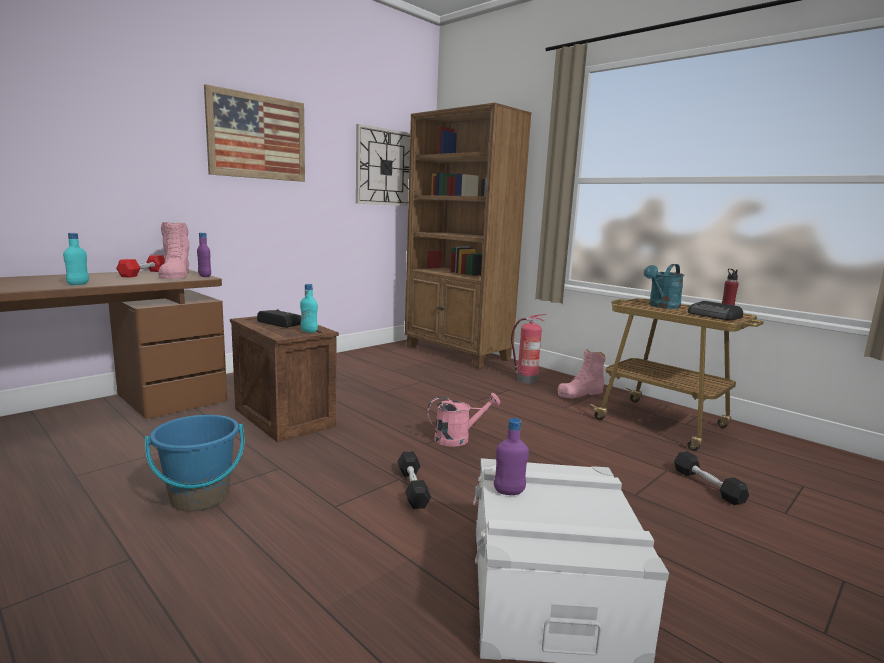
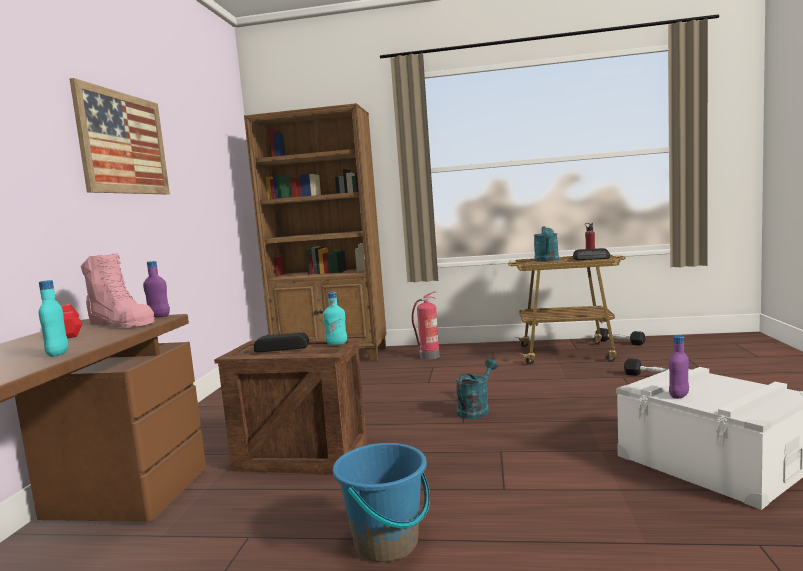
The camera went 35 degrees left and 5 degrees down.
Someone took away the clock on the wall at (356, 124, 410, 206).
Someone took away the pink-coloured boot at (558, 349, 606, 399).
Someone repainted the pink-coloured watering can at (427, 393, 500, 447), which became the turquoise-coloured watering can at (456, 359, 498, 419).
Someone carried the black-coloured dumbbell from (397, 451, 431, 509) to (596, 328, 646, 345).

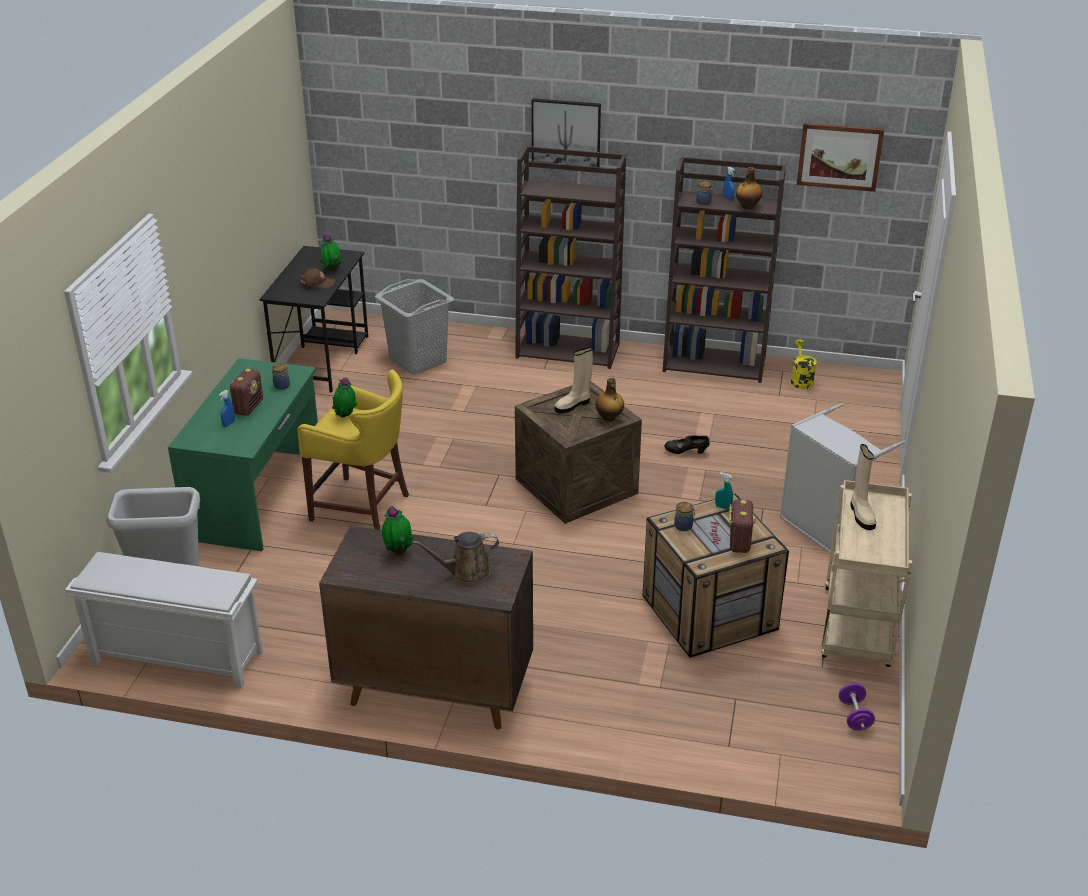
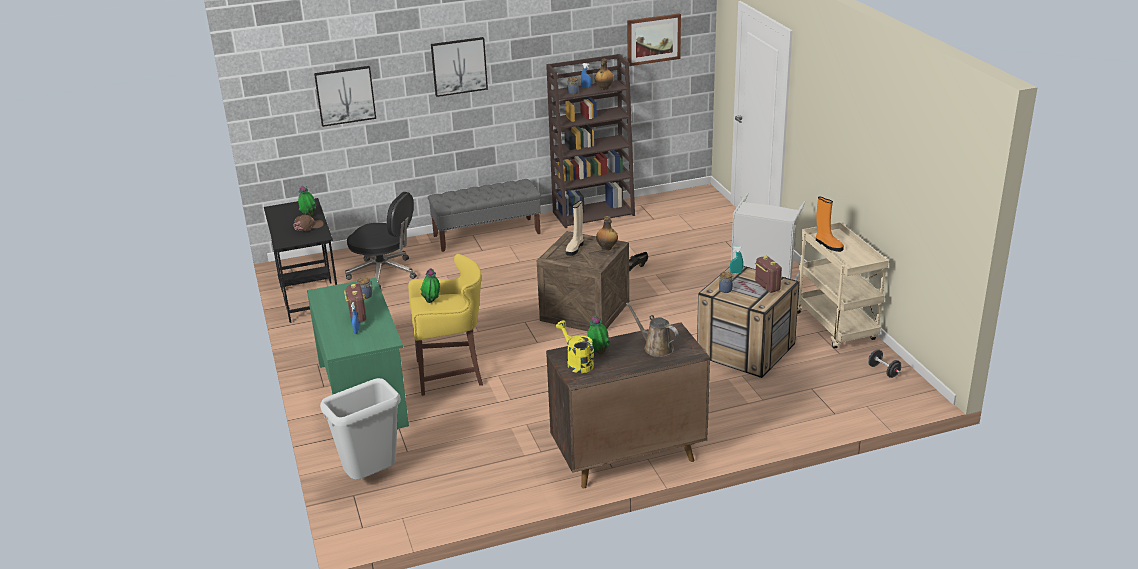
The camera went 30 degrees left and 5 degrees down.
Someone swapped the brown-coloured bookcase at (515, 146, 626, 369) for the grey bench at (428, 179, 541, 252).
Someone swapped the grey laundry basket at (375, 279, 454, 375) for the black-coloured computer chair at (345, 192, 417, 289).
Someone carried the yellow-coloured watering can from (791, 340, 817, 389) to (556, 320, 594, 373).
Someone repainted the sand-coloured boot at (850, 444, 876, 530), which became the orange-coloured boot at (816, 197, 844, 252).
Someone rotated the brown-coloured watering can at (413, 532, 499, 583) by 90 degrees clockwise.
Someone took away the white shoe rack at (65, 552, 263, 689).
Someone repainted the purple dumbbell at (839, 683, 875, 730), which became the black-coloured dumbbell at (868, 349, 901, 378).
Someone put up the picture at (314, 66, 376, 127).

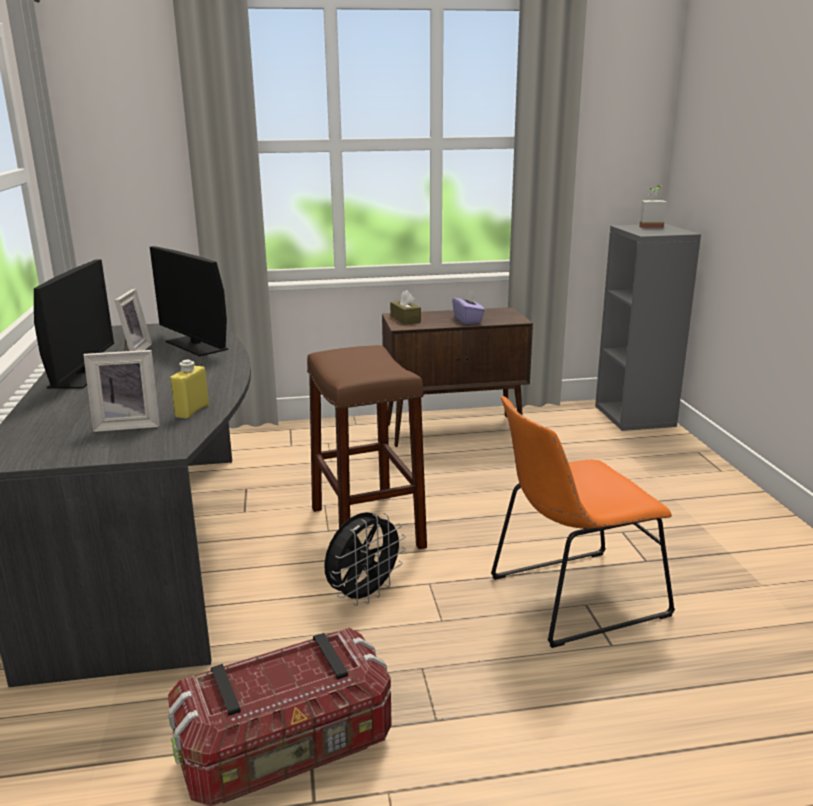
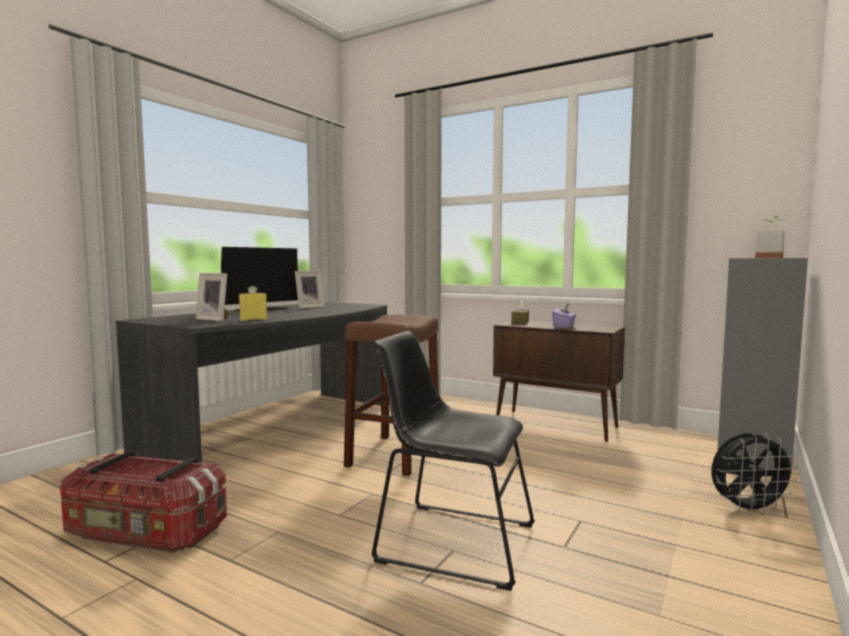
The camera went 40 degrees right and 15 degrees down.
Someone took away the computer display at (150, 246, 228, 356).
Someone repainted the orange-coloured plain chair at (491, 396, 675, 648), which became the black-coloured plain chair at (371, 331, 535, 591).
Someone carried the black-coloured fan from (324, 512, 406, 606) to (711, 433, 798, 516).

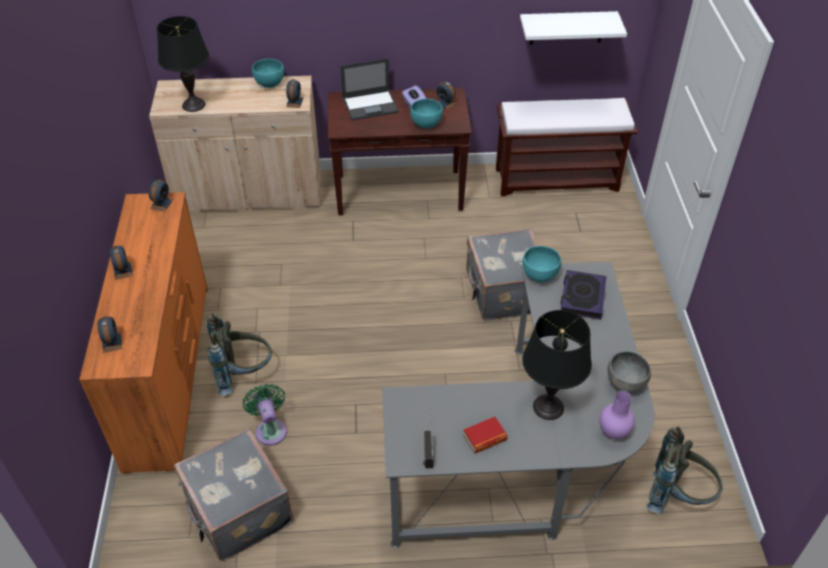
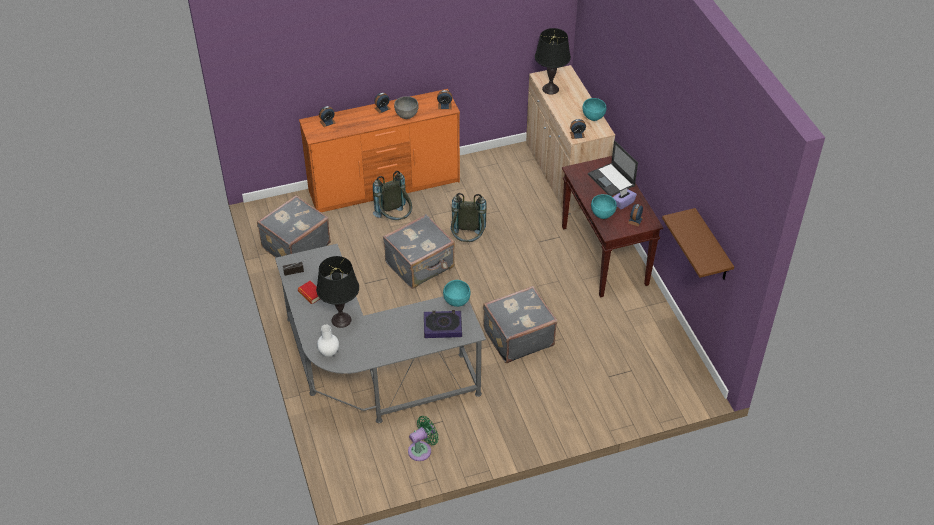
The camera went 75 degrees right and 0 degrees up.
Someone repainted the white bracket shelf at (520, 11, 627, 45), which became the brown-coloured bracket shelf at (662, 208, 734, 280).
Someone took away the brown-coloured bench at (496, 98, 638, 196).
Someone carried the grey deep dish from (608, 351, 651, 394) to (394, 96, 419, 119).
Someone carried the green-coloured fan from (243, 384, 287, 446) to (408, 416, 439, 461).
Someone repainted the purple vase at (600, 391, 635, 439), which became the white vase at (317, 325, 339, 357).
Someone carried the grey backpack from (647, 426, 722, 513) to (450, 193, 486, 242).
Someone put down the grey piece of luggage at (383, 214, 455, 289).

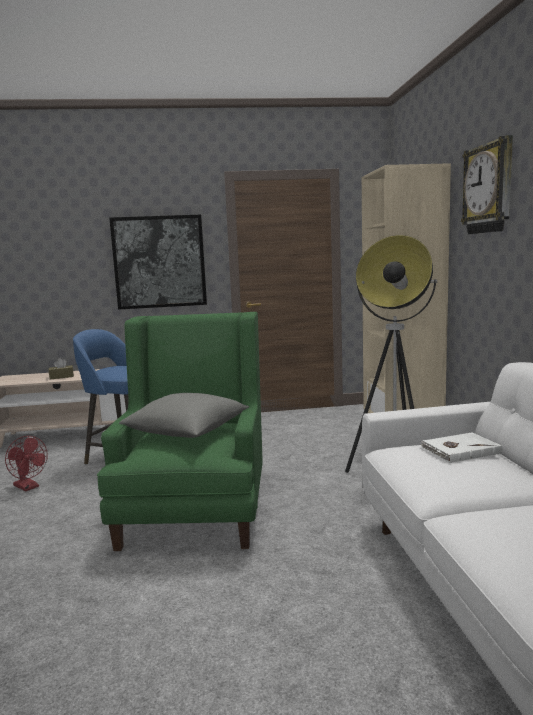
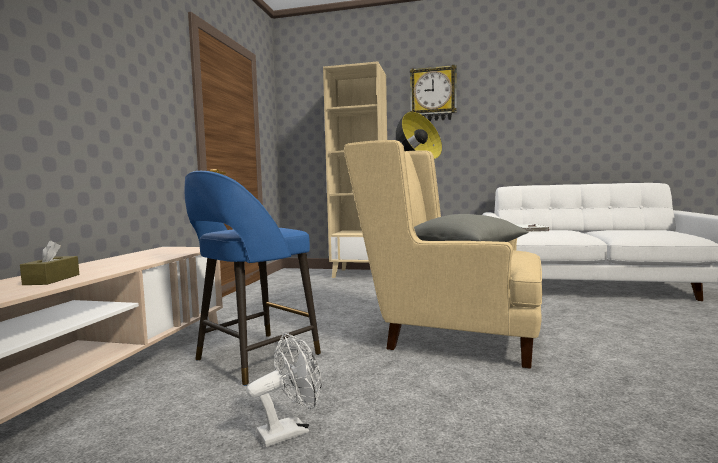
The camera went 70 degrees left and 5 degrees down.
Someone took away the picture at (109, 214, 207, 310).
Someone repainted the green-coloured lounge chair at (97, 312, 263, 551), which became the sand-coloured lounge chair at (344, 140, 542, 369).
Someone repainted the red-coloured fan at (5, 436, 48, 491), which became the white fan at (247, 333, 322, 447).

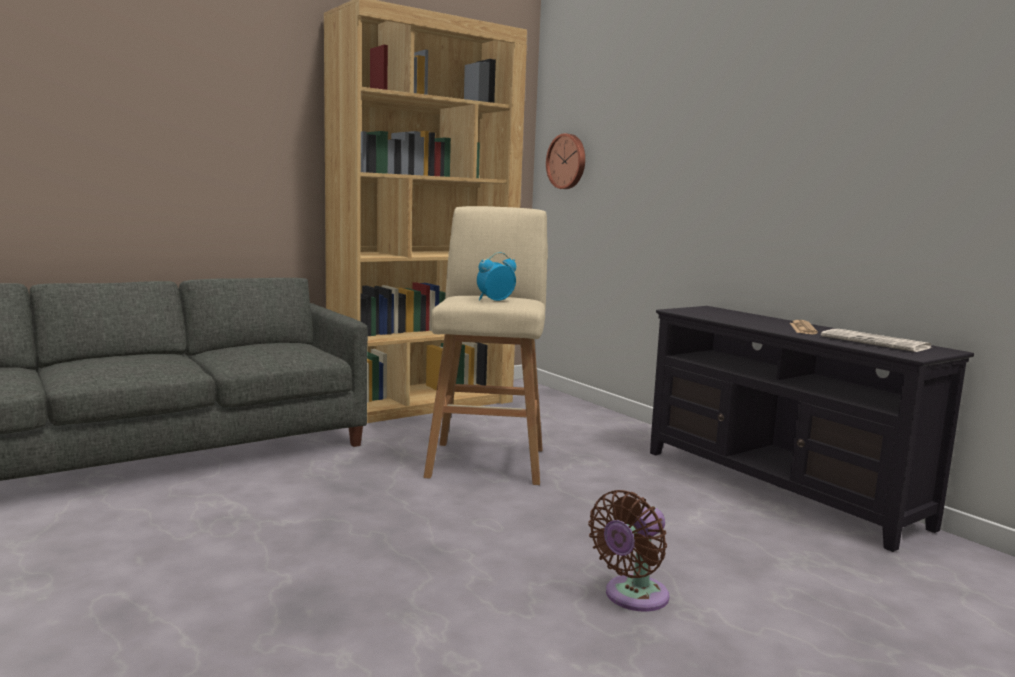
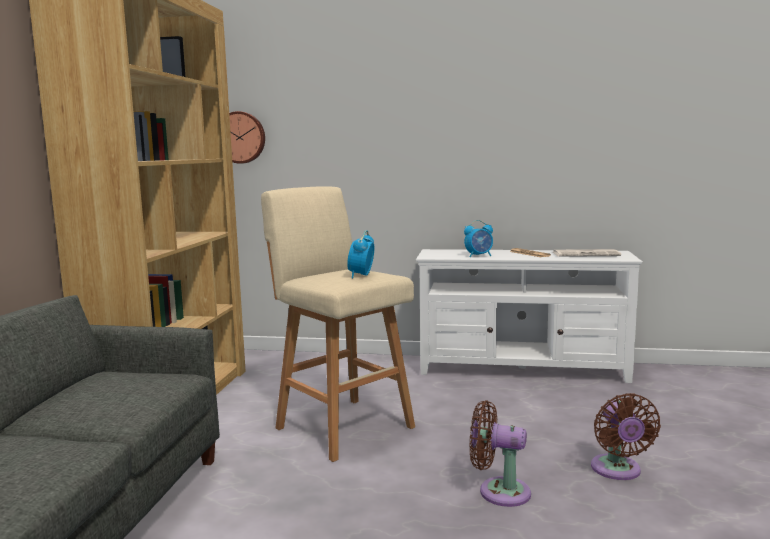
The camera went 45 degrees left and 0 degrees up.
Someone repainted the black-coloured tv stand at (650, 306, 974, 552), which became the white tv stand at (416, 249, 643, 383).
Someone put down the bedside clock at (464, 220, 493, 257).
Someone put down the brown-coloured fan at (470, 400, 531, 507).

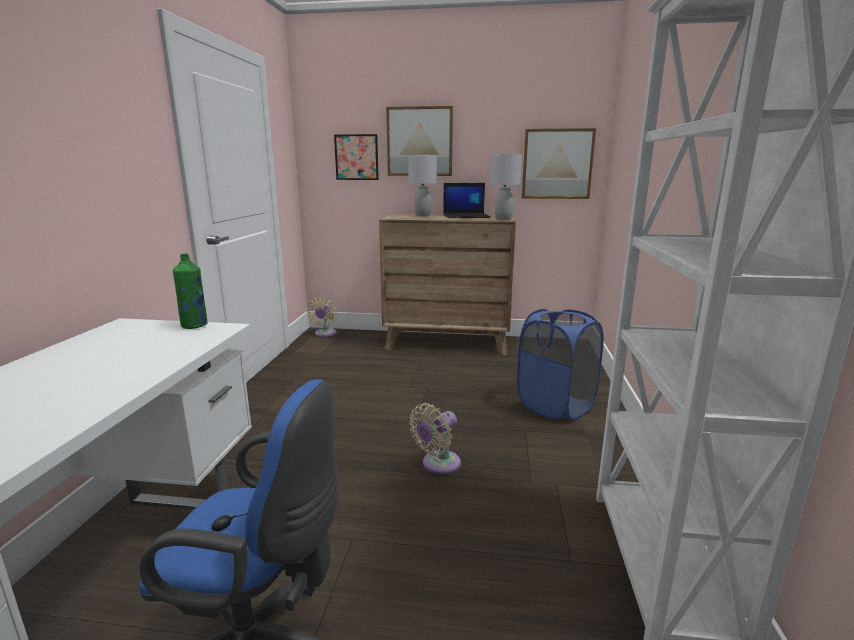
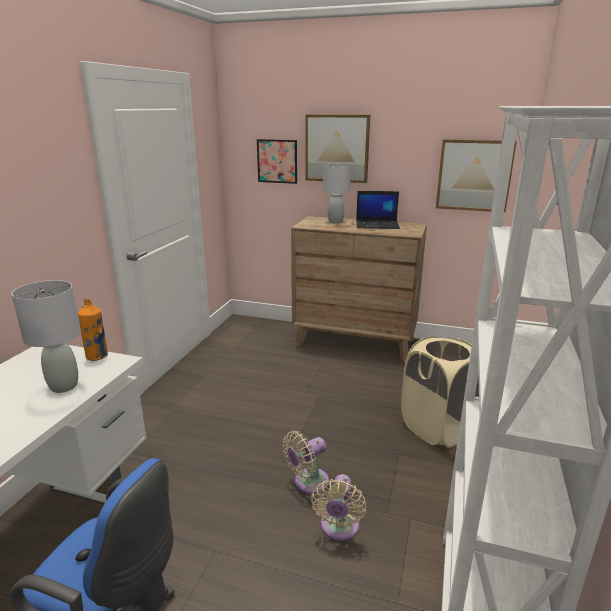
The camera went 10 degrees right and 5 degrees up.
Someone carried the grey lamp for a table from (490, 154, 522, 220) to (11, 280, 81, 393).
Someone repainted the green-coloured bottle at (173, 253, 208, 329), which became the orange-coloured bottle at (78, 298, 108, 361).
Someone carried the sand-coloured fan from (307, 297, 337, 337) to (311, 474, 366, 541).
Someone repainted the bluish laundry basket at (517, 309, 604, 420), which became the sand-coloured laundry basket at (401, 336, 479, 448).

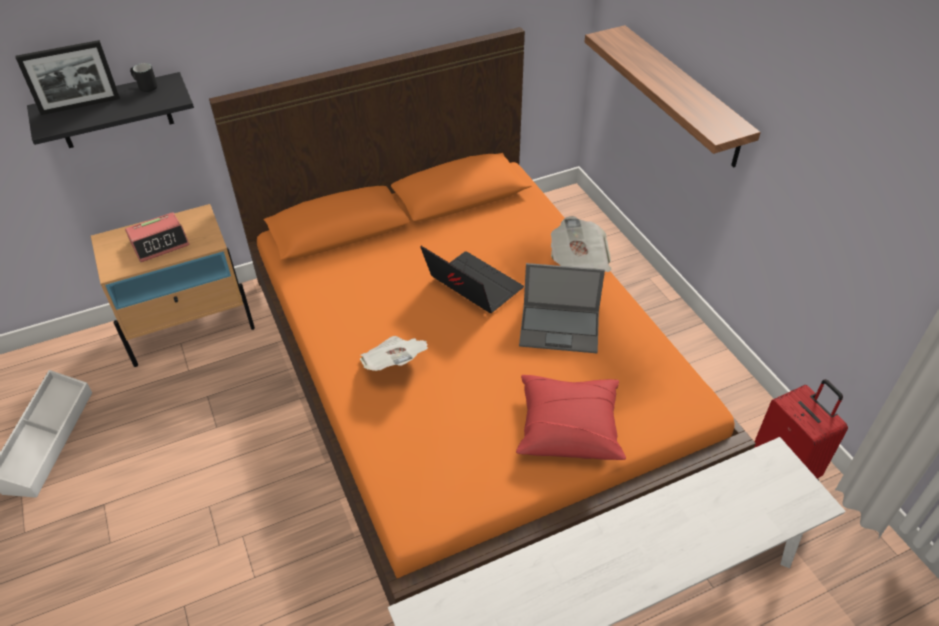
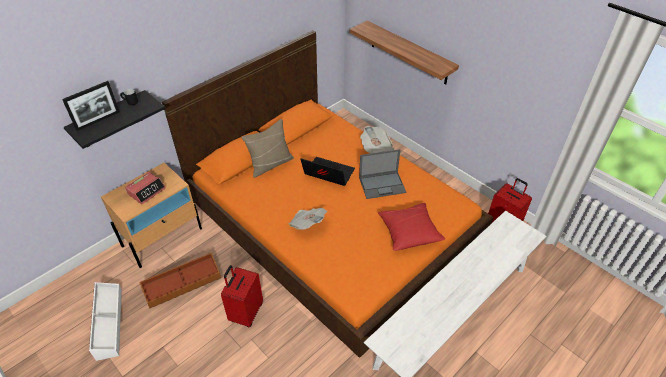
The camera went 20 degrees left and 0 degrees up.
Someone put down the sand-coloured throw pillow at (241, 119, 294, 178).
Someone put down the brown-coloured storage container at (139, 253, 221, 308).
Someone put down the red-coloured piece of luggage at (221, 265, 263, 327).

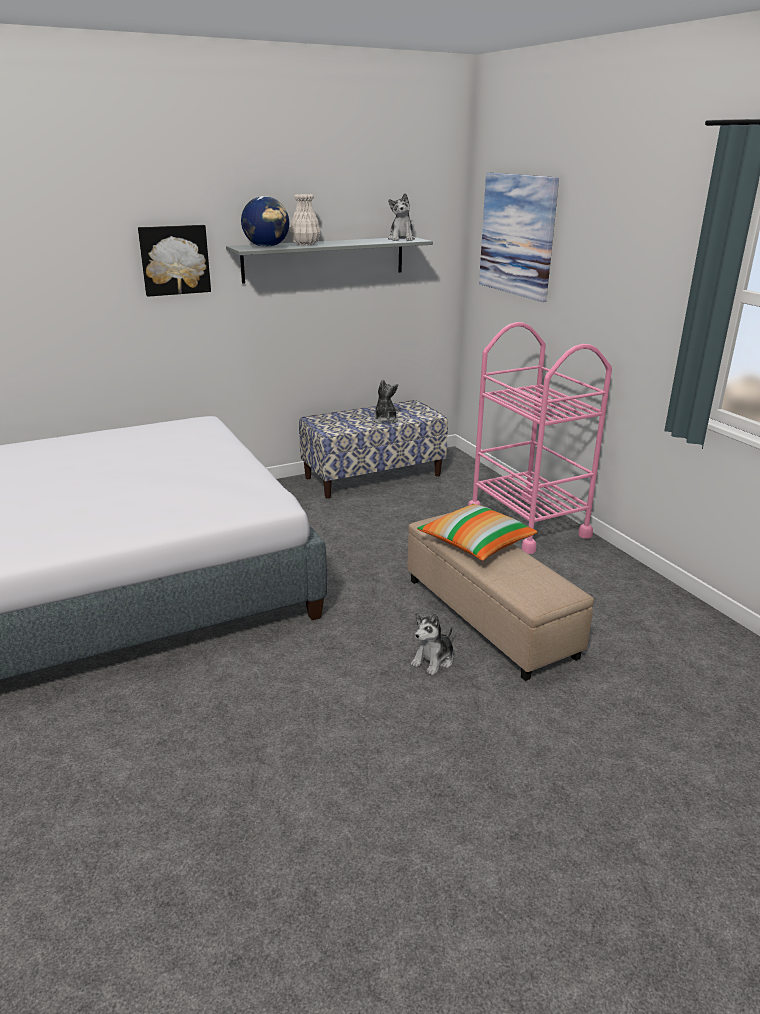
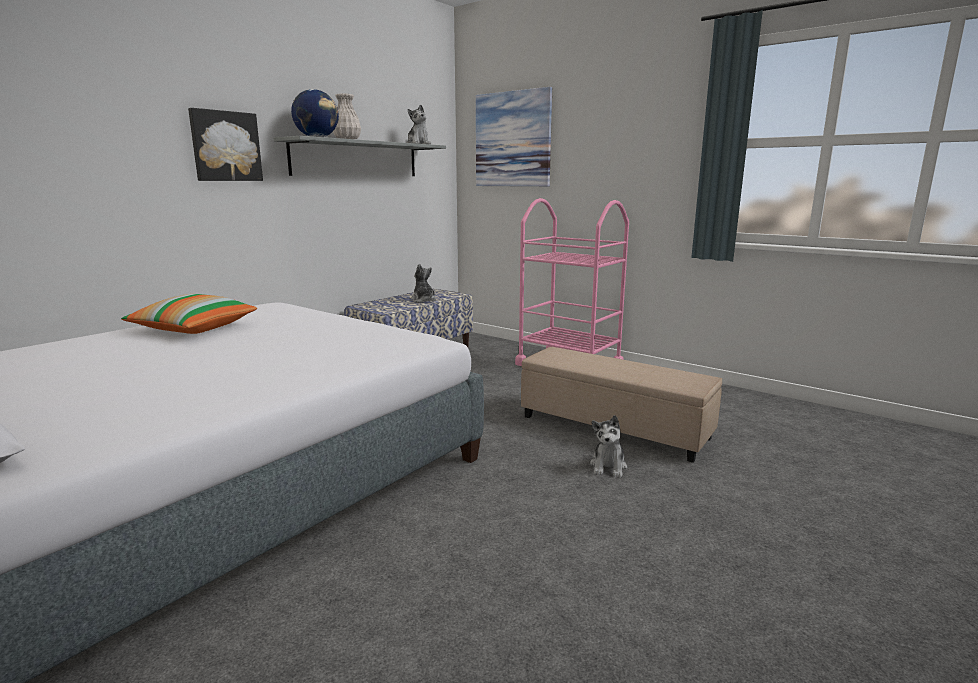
The camera went 25 degrees left and 10 degrees down.
Someone carried the throw pillow from (417, 504, 538, 561) to (121, 294, 257, 334).

